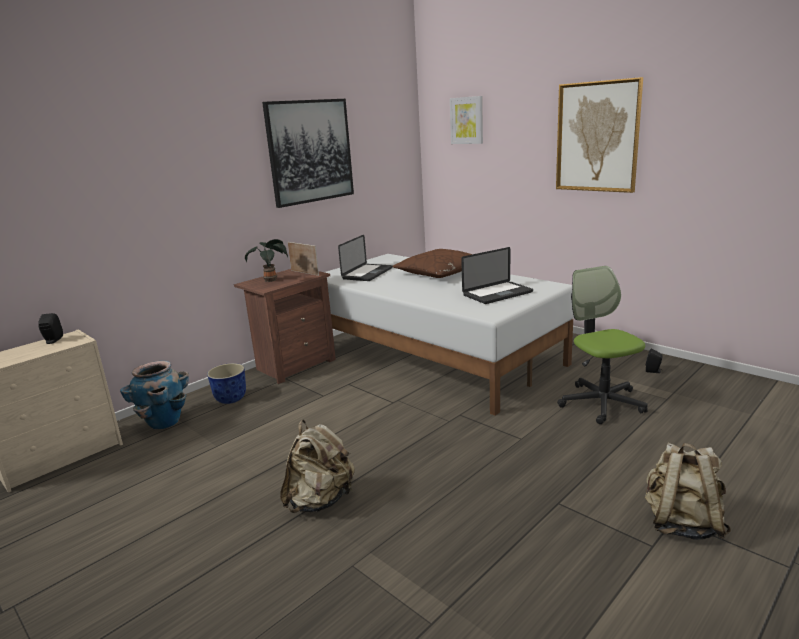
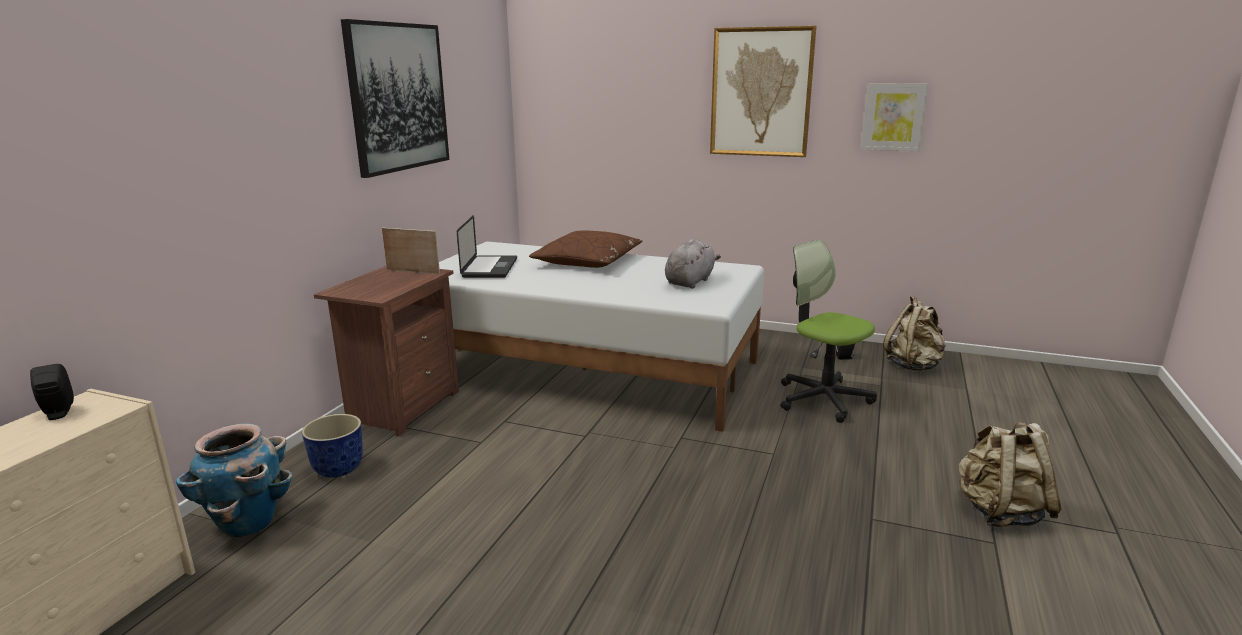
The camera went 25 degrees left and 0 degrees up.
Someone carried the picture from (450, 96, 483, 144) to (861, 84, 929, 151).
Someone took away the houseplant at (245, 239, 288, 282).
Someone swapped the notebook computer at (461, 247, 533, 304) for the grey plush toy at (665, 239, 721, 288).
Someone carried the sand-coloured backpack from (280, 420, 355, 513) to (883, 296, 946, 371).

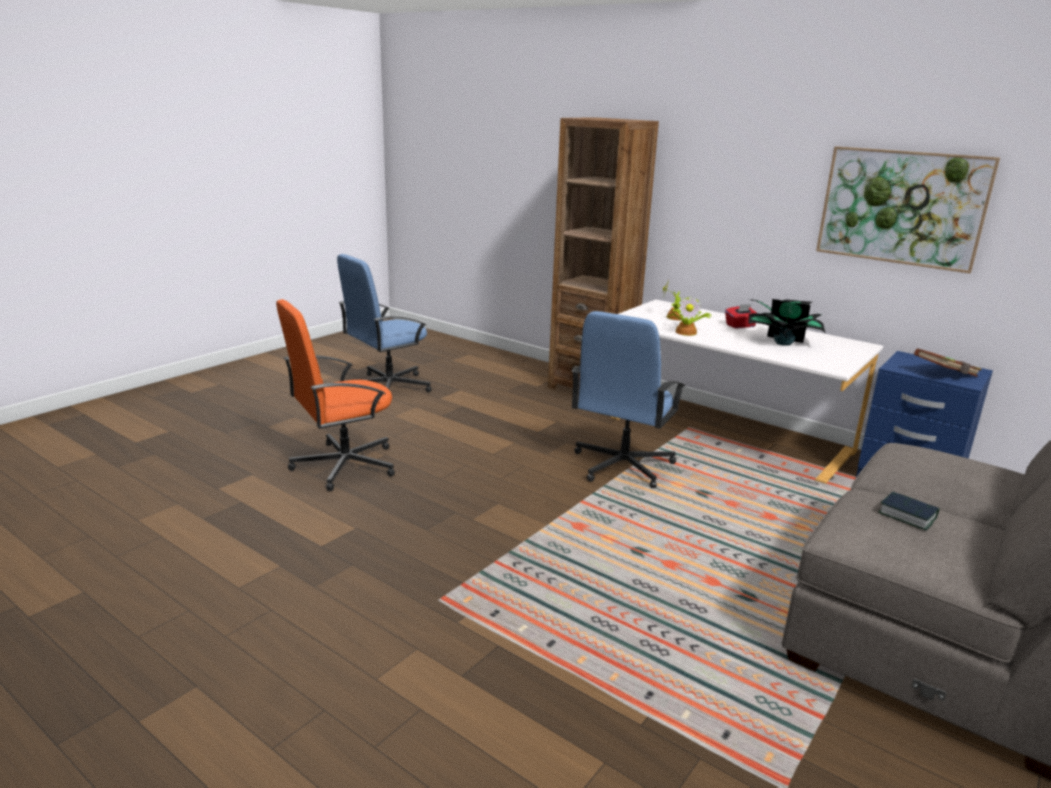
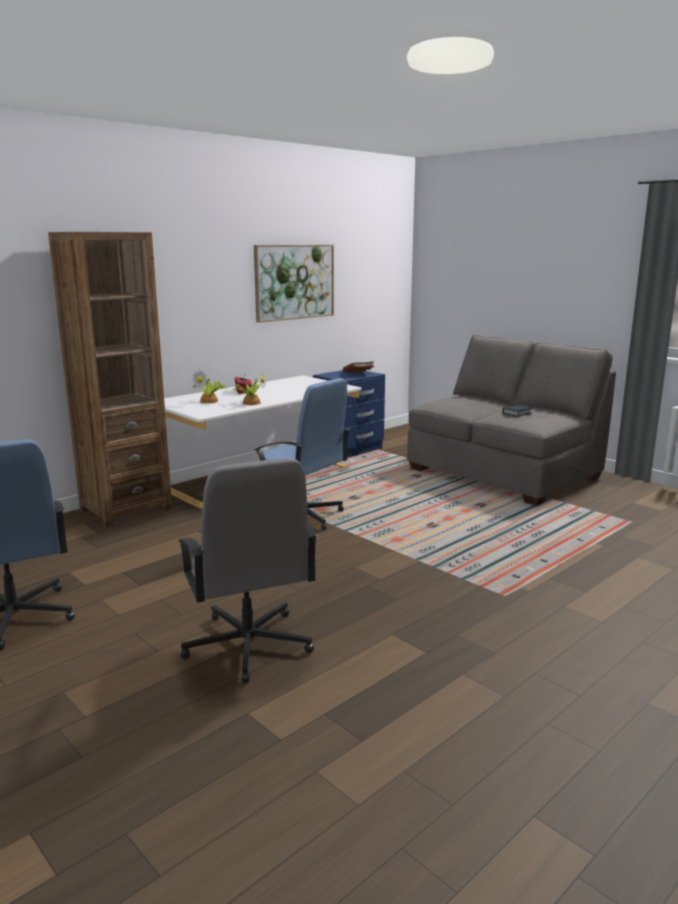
The camera went 80 degrees left and 5 degrees down.
Someone repainted the orange-coloured computer chair at (276, 299, 395, 491), which became the grey computer chair at (178, 458, 318, 683).
Someone took away the houseplant at (748, 299, 826, 346).

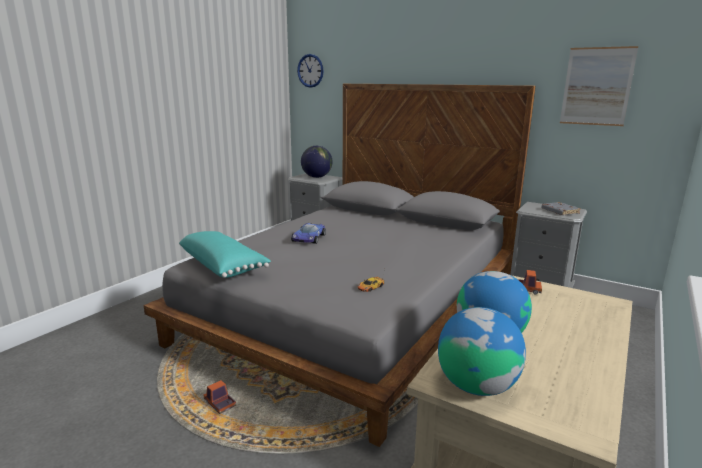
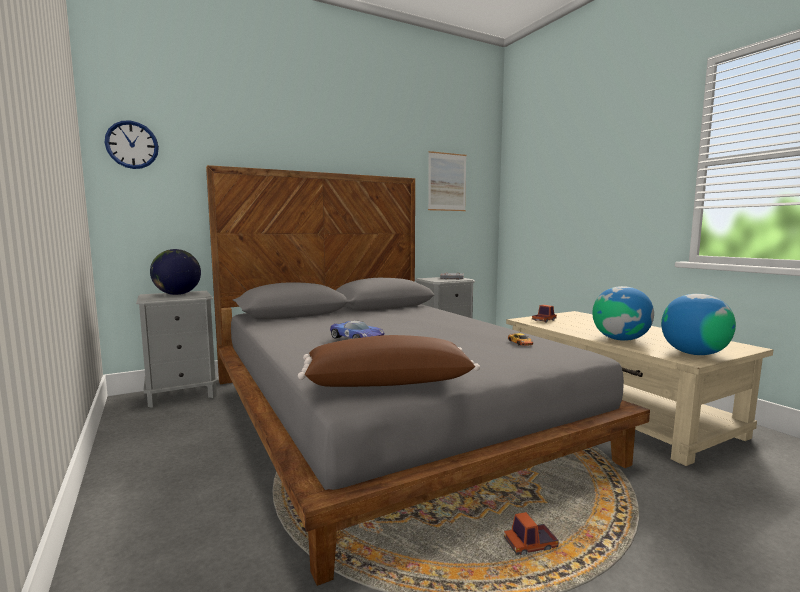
The camera went 60 degrees left and 10 degrees down.
Someone repainted the turquoise-coloured throw pillow at (179, 231, 271, 278), which became the brown-coloured throw pillow at (298, 335, 480, 387).

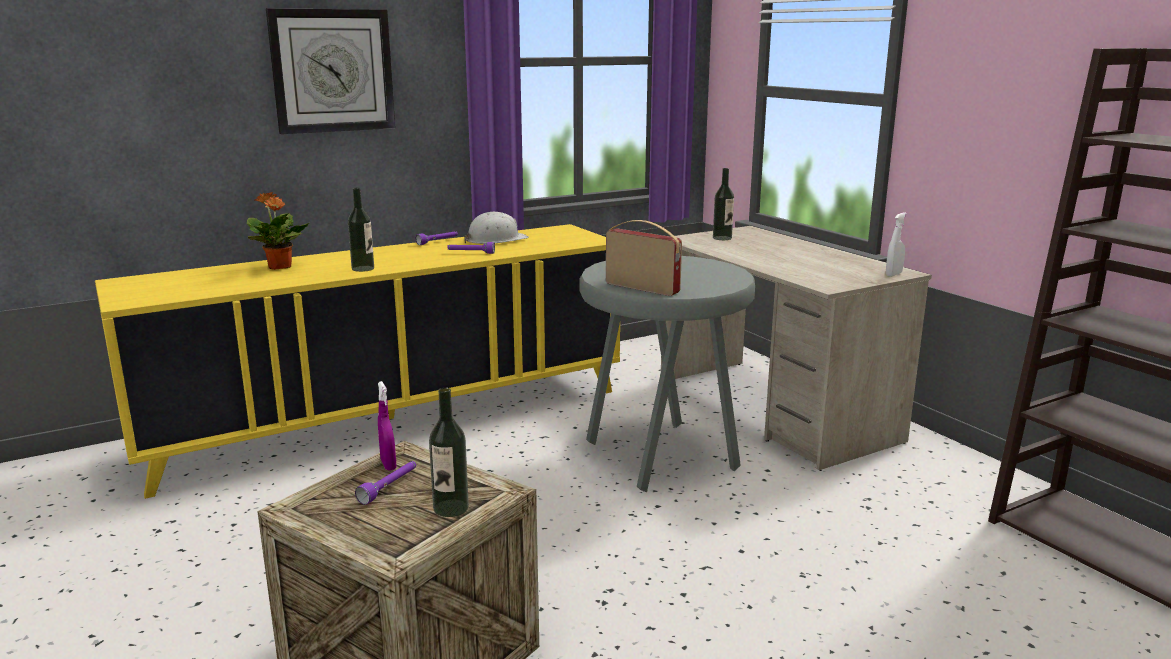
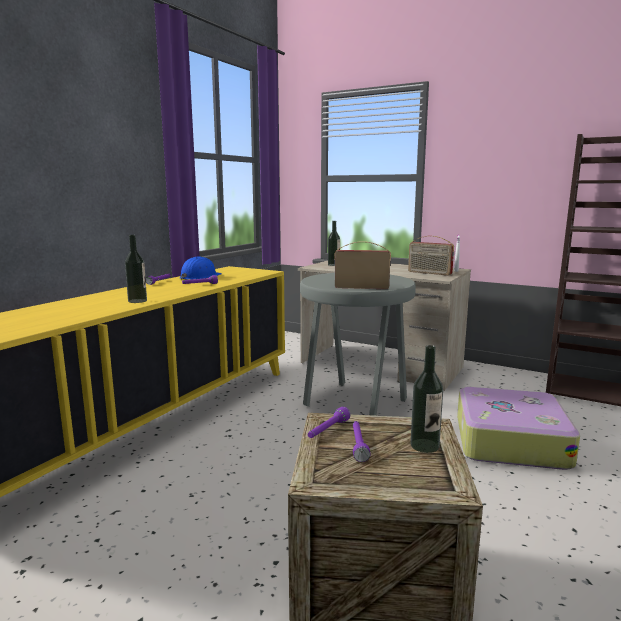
The camera went 30 degrees left and 5 degrees down.
Someone took away the clock on the wall at (266, 8, 395, 134).
Someone took away the houseplant at (247, 192, 309, 270).
Someone repainted the white safety helmet at (464, 212, 529, 244), which became the bluish safety helmet at (180, 256, 222, 280).
Someone swapped the purple sprayer at (378, 381, 396, 470) for the purple torch at (308, 407, 350, 438).
Someone put down the radio at (408, 236, 454, 275).
Someone put down the piece of luggage at (457, 387, 580, 470).

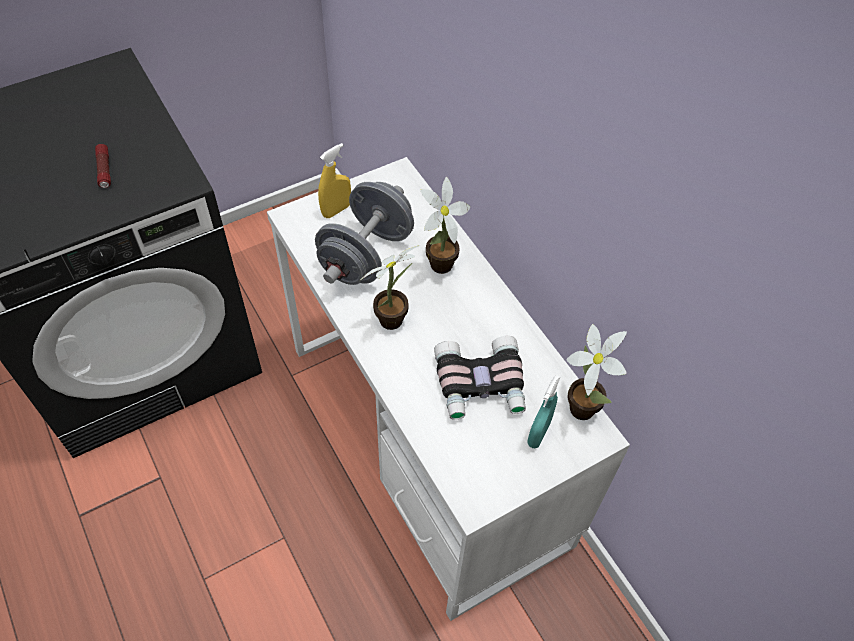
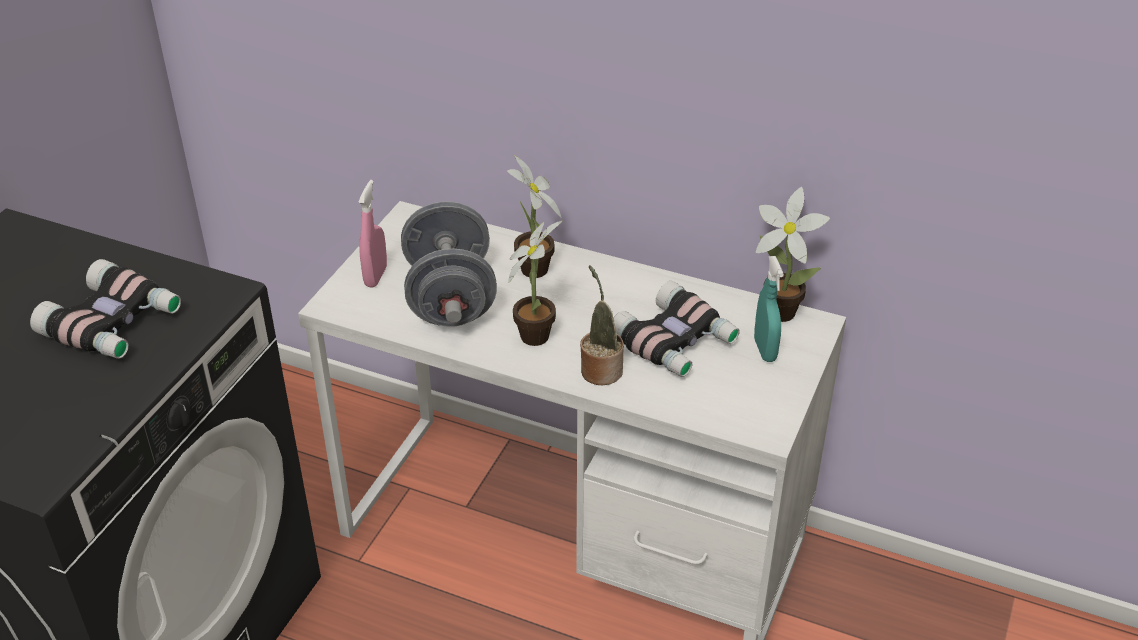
The camera went 35 degrees left and 15 degrees down.
Someone repainted the yellow-coloured sprayer at (318, 143, 351, 218), which became the pink-coloured sprayer at (358, 180, 387, 288).
Someone swapped the torch at (95, 144, 111, 188) for the binoculars at (30, 259, 181, 359).
Someone put down the houseplant at (580, 265, 624, 385).

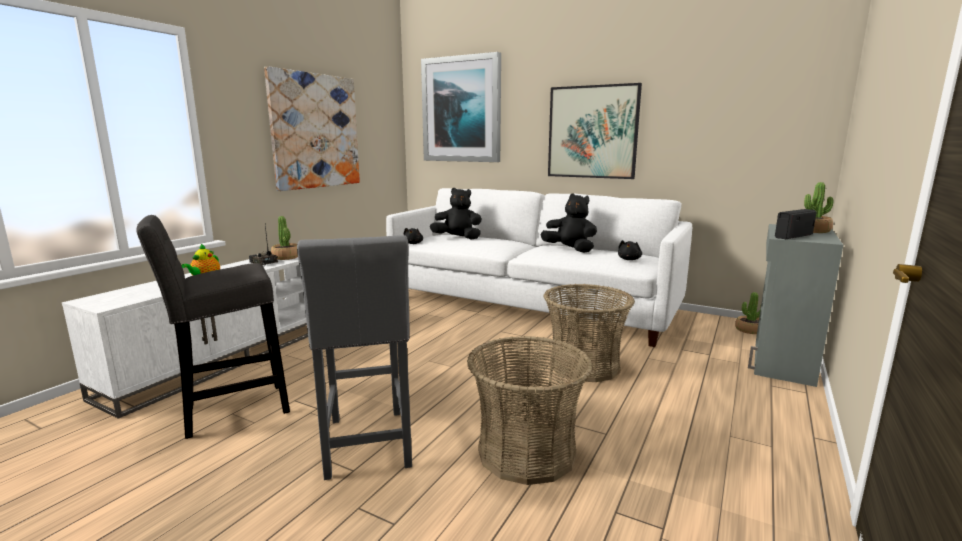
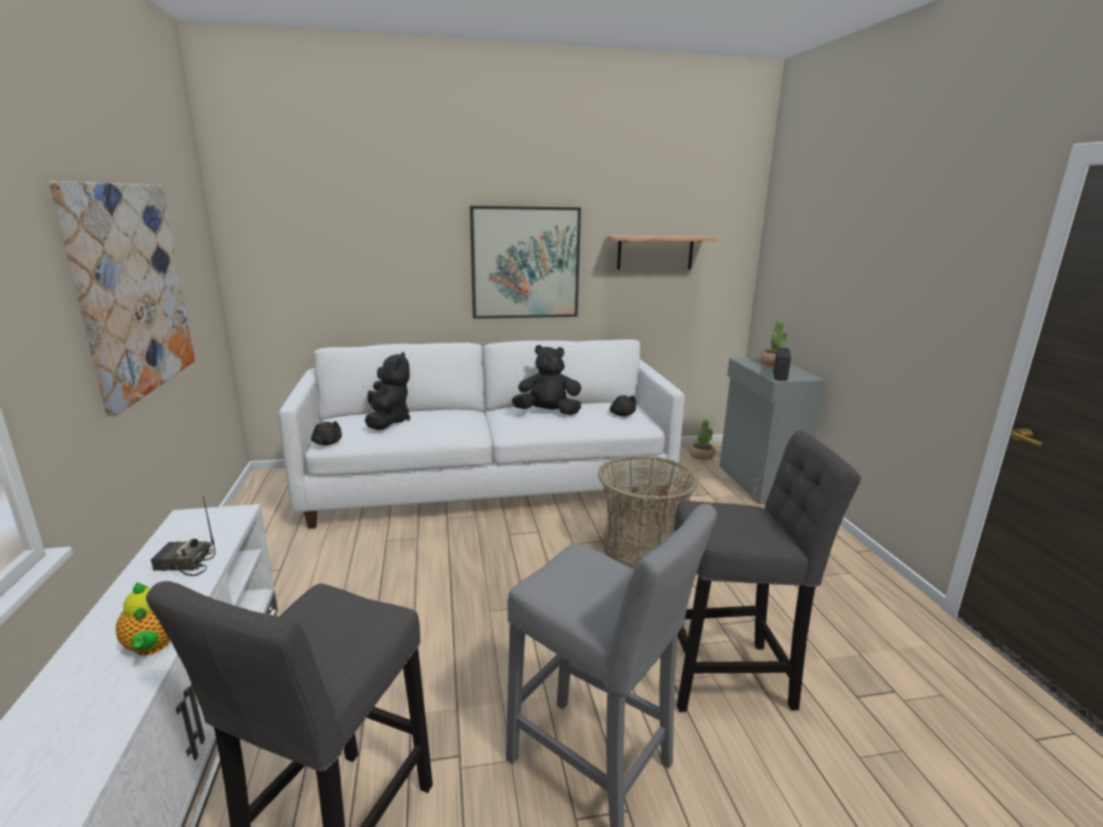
The camera went 40 degrees left and 5 degrees up.
Someone took away the picture at (421, 52, 501, 162).
Someone rotated the black-coloured plush toy at (430, 188, 482, 240) by 105 degrees clockwise.
Someone took away the houseplant at (271, 216, 298, 260).
Someone swapped the storage basket at (467, 336, 593, 485) for the grey stool at (674, 430, 861, 712).
Someone put up the bracket shelf at (607, 235, 717, 270).

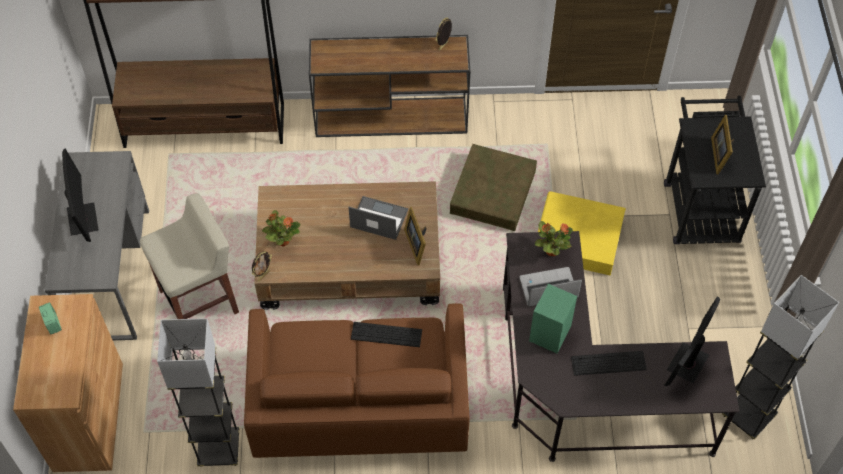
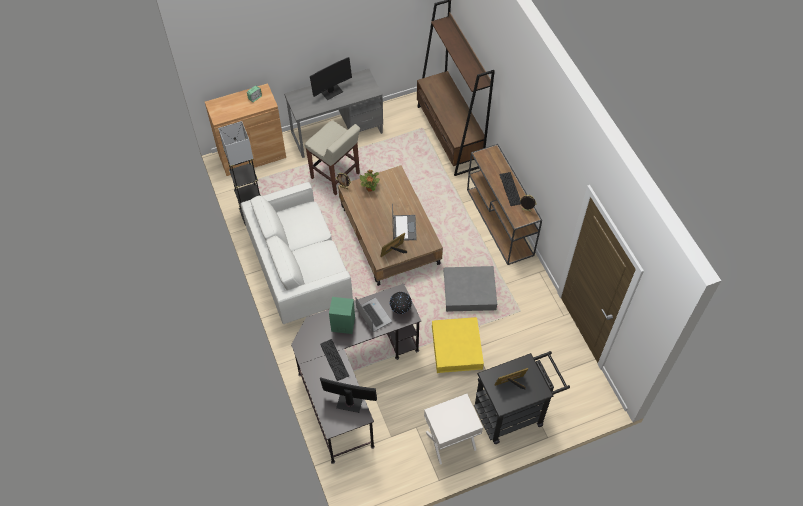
The camera went 70 degrees right and 0 degrees up.
Someone repainted the brown-coloured storage container at (450, 144, 537, 231), which became the grey storage container at (443, 266, 497, 312).
Someone swapped the houseplant at (535, 221, 573, 256) for the globe at (390, 292, 412, 314).
Someone took away the grey floor lamp at (722, 275, 839, 439).
Someone repainted the brown-coloured sofa at (244, 303, 470, 458), which became the white sofa at (241, 182, 353, 324).
Someone carried the computer keyboard from (351, 322, 422, 347) to (499, 172, 521, 206).
Someone put down the white bedside table at (424, 394, 483, 465).

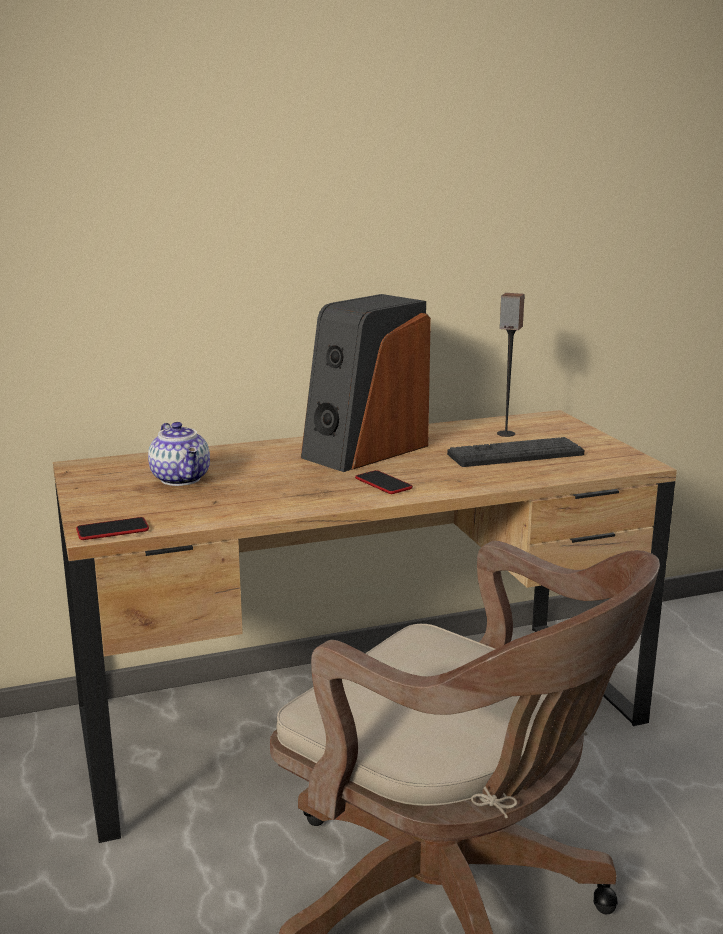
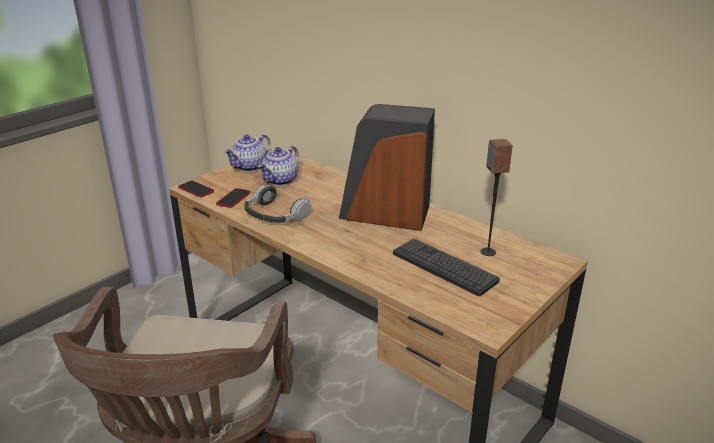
The camera went 60 degrees right and 10 degrees up.
Someone carried the telephone from (355, 470, 413, 494) to (216, 188, 251, 208).
Someone put down the teapot at (224, 134, 271, 172).
Someone put down the headphones at (244, 185, 311, 223).

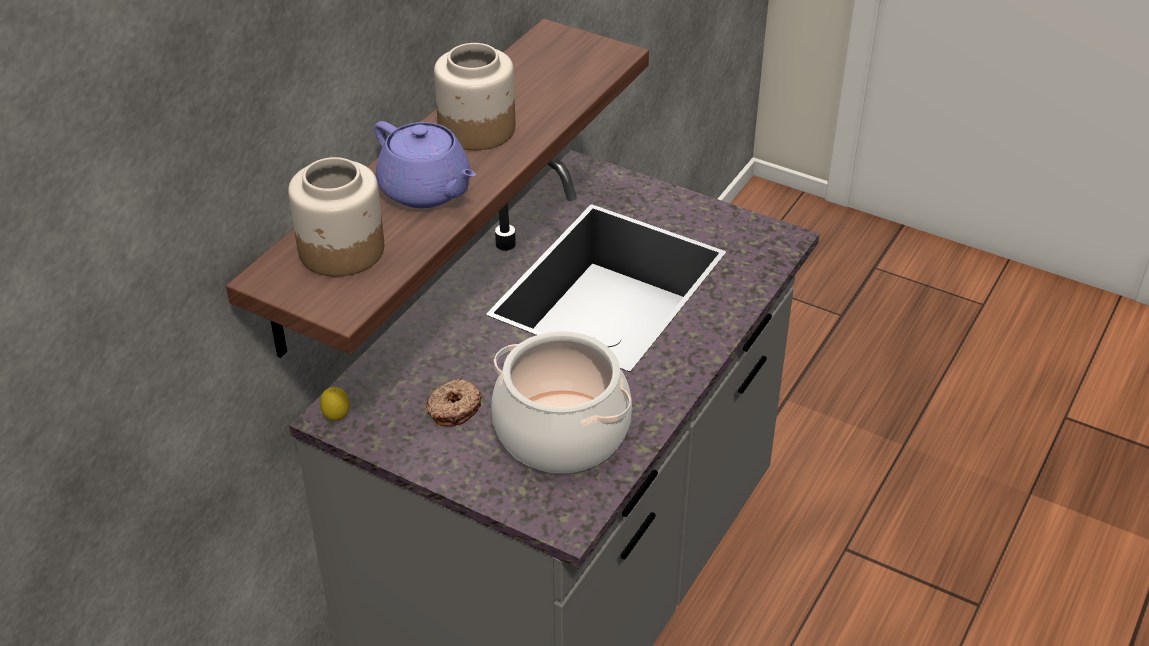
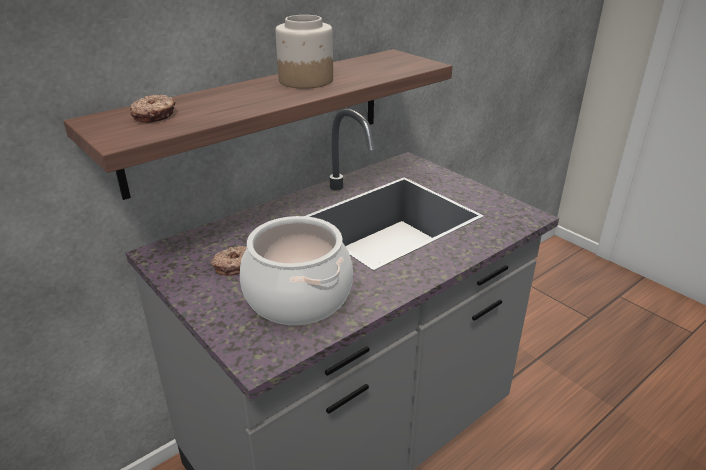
The camera went 20 degrees right and 10 degrees down.
Someone took away the purple teapot at (374, 121, 476, 208).
Someone swapped the storage jar at (288, 157, 384, 276) for the doughnut at (130, 95, 176, 123).
Someone took away the whole lemon at (320, 387, 350, 421).

